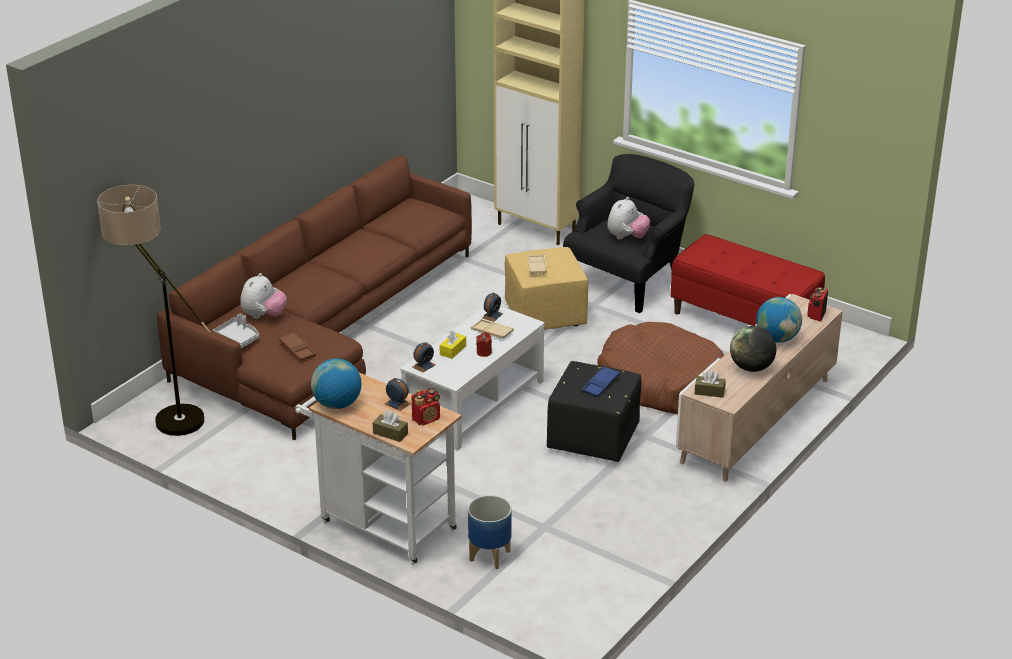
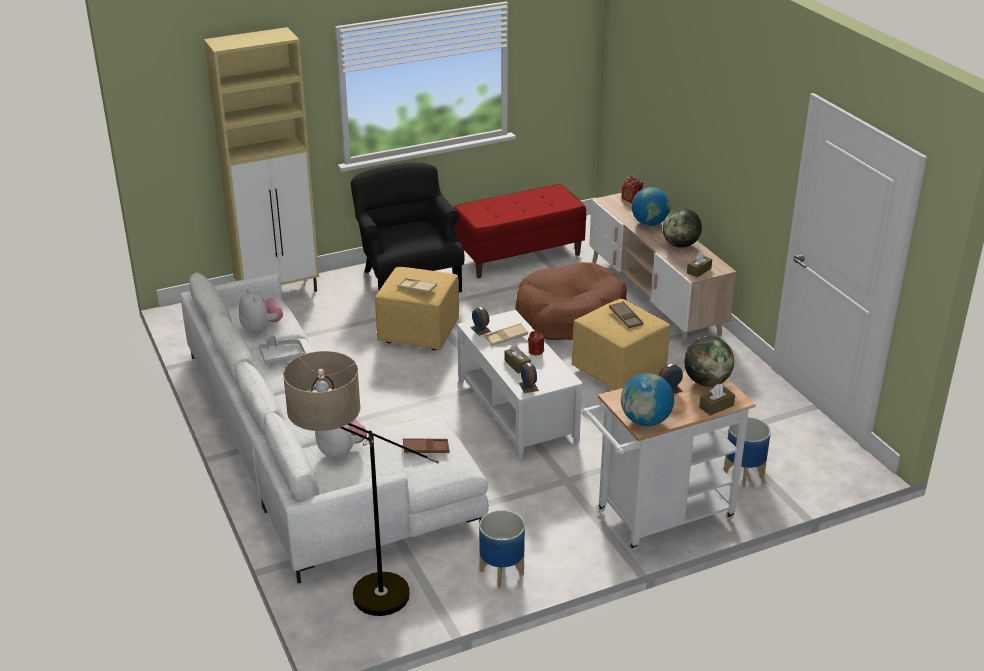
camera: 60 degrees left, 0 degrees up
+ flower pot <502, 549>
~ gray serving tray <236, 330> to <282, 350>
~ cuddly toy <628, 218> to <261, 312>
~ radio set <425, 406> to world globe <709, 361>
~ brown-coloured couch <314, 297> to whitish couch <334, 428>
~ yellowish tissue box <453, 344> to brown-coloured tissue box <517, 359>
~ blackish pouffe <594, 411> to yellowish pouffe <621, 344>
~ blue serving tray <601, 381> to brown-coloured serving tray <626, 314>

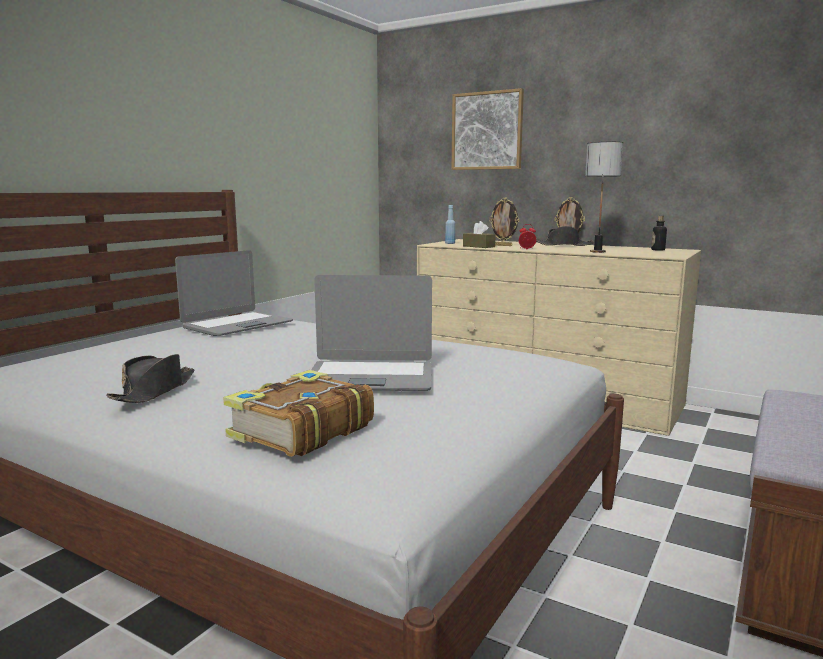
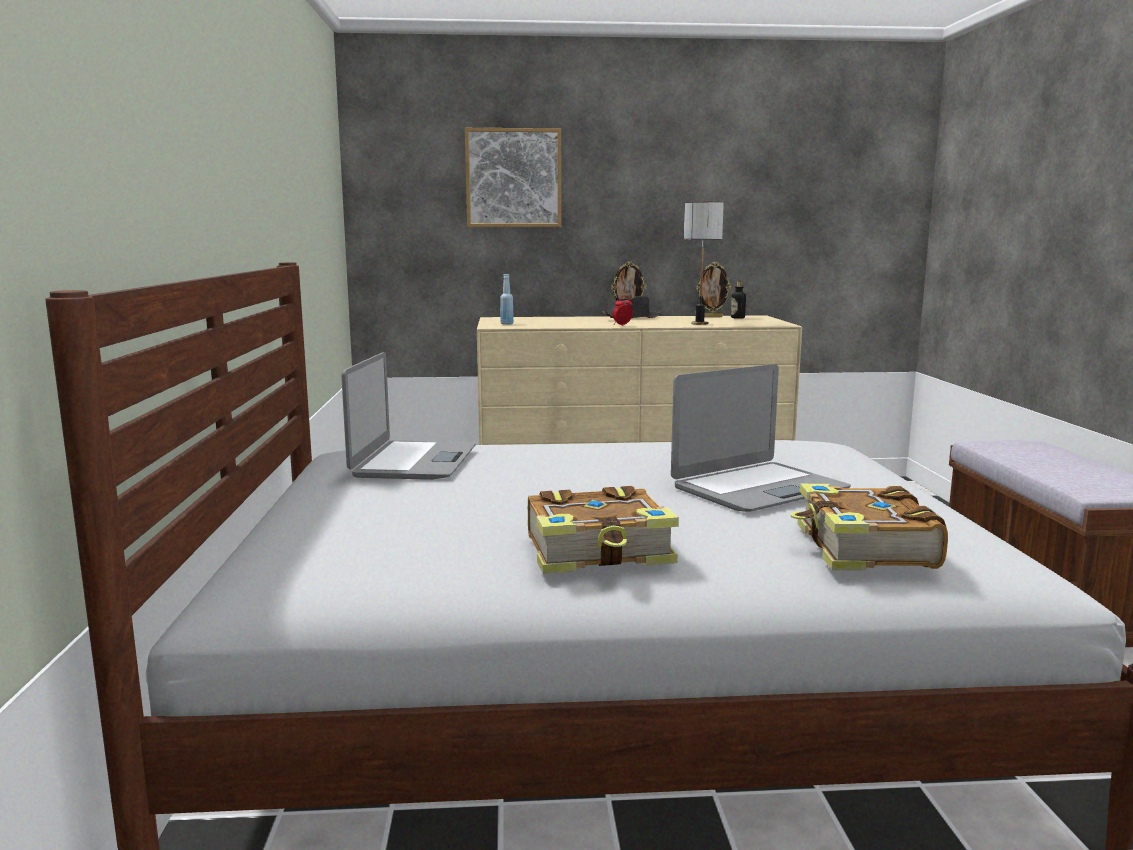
camera: 35 degrees left, 0 degrees up
- brown-coloured tissue box <479, 234>
~ picture frame <504, 222> to <713, 289>
~ blackish clothing hat <150, 378> to bound book <603, 530>

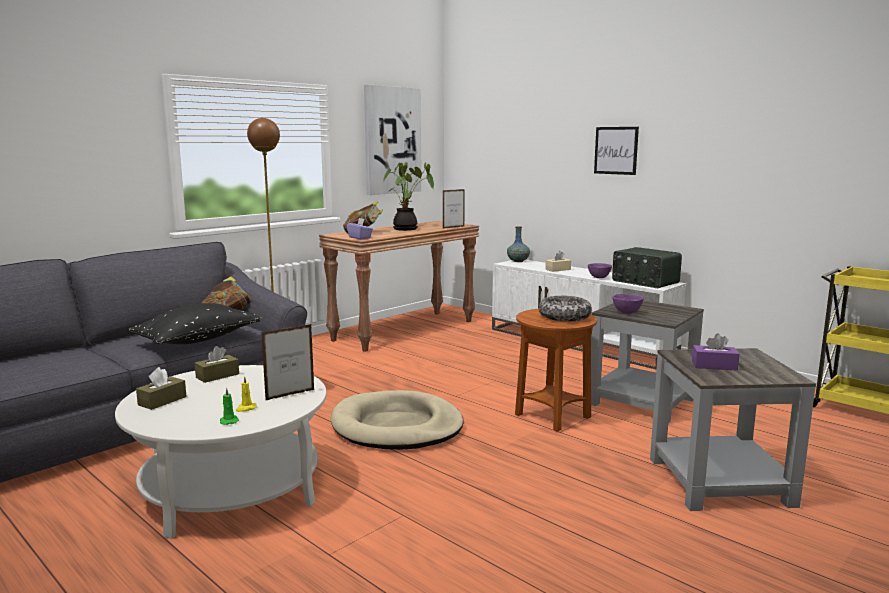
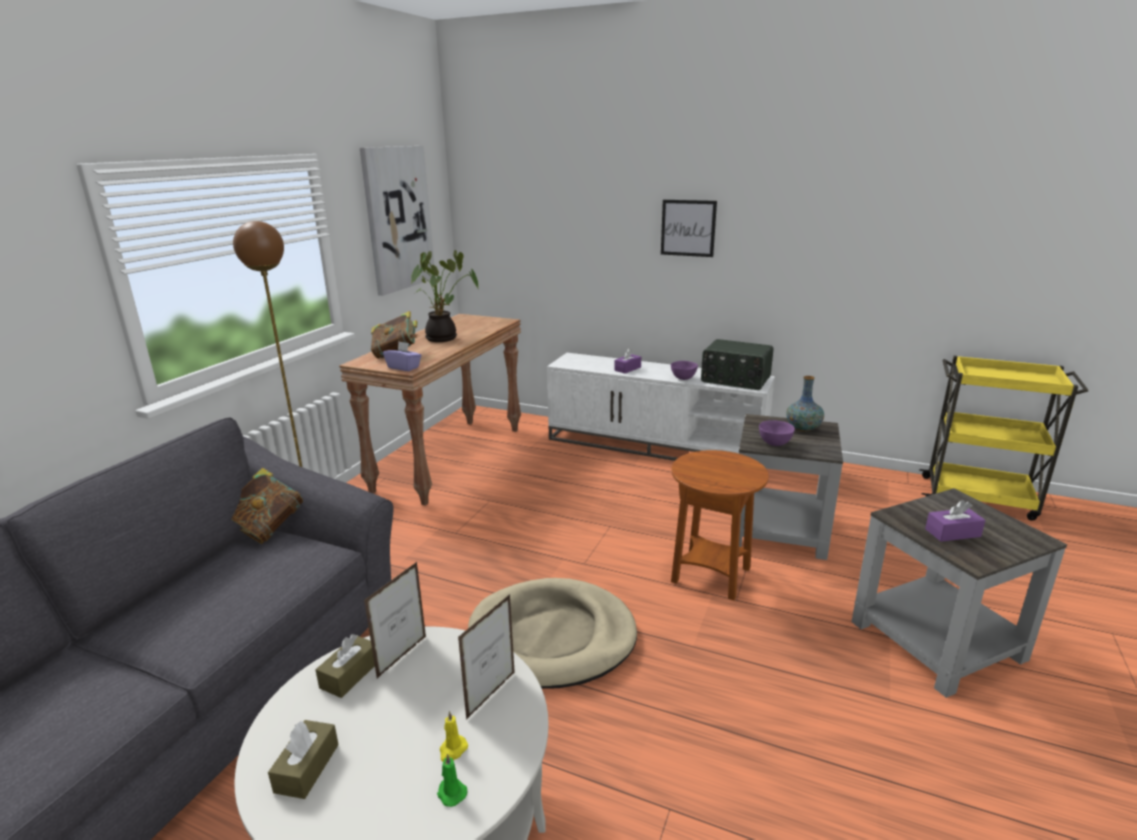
camera: 20 degrees left, 10 degrees up
- blackish pillow <195, 323>
- deep dish <565, 309>
~ picture frame <454, 209> to <395, 620>
~ vase <518, 244> to <805, 403>
~ beige tissue box <558, 261> to purplish tissue box <627, 361>

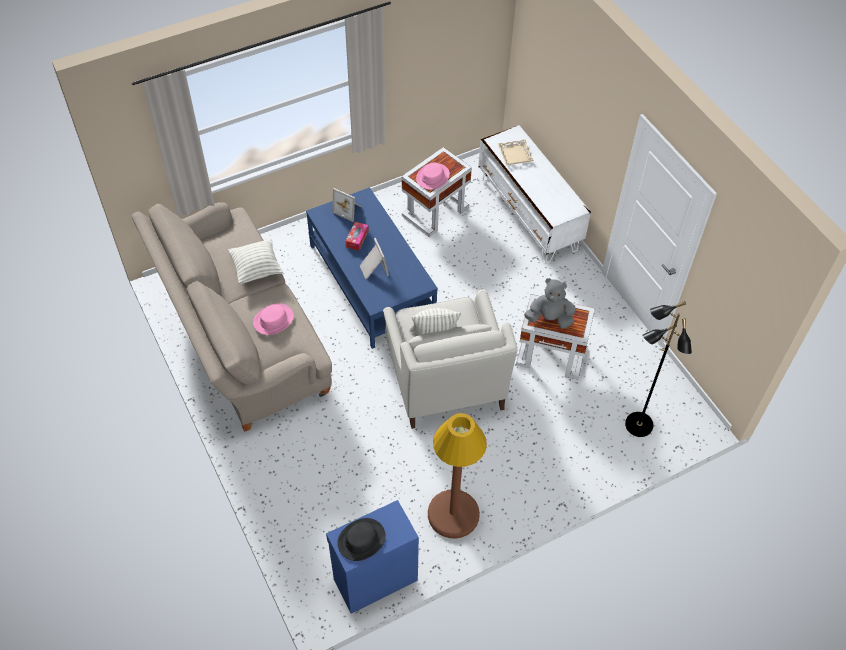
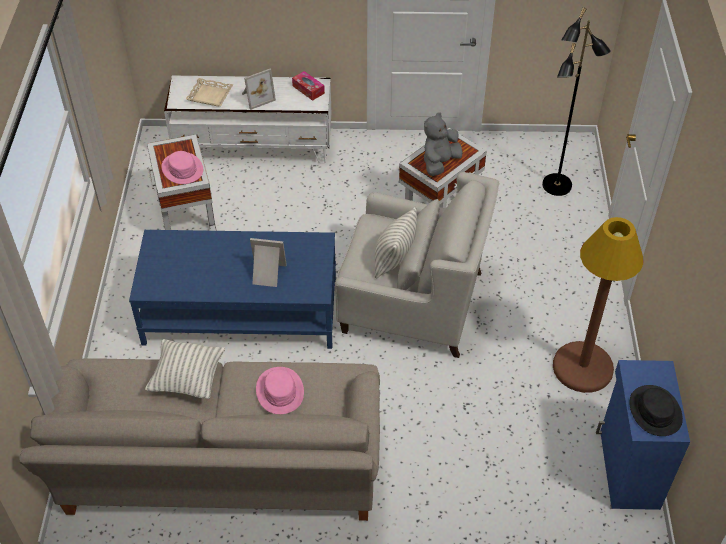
camera: 60 degrees left, 5 degrees down
~ picture frame <347, 205> to <259, 89>
~ tissue box <357, 236> to <308, 86>

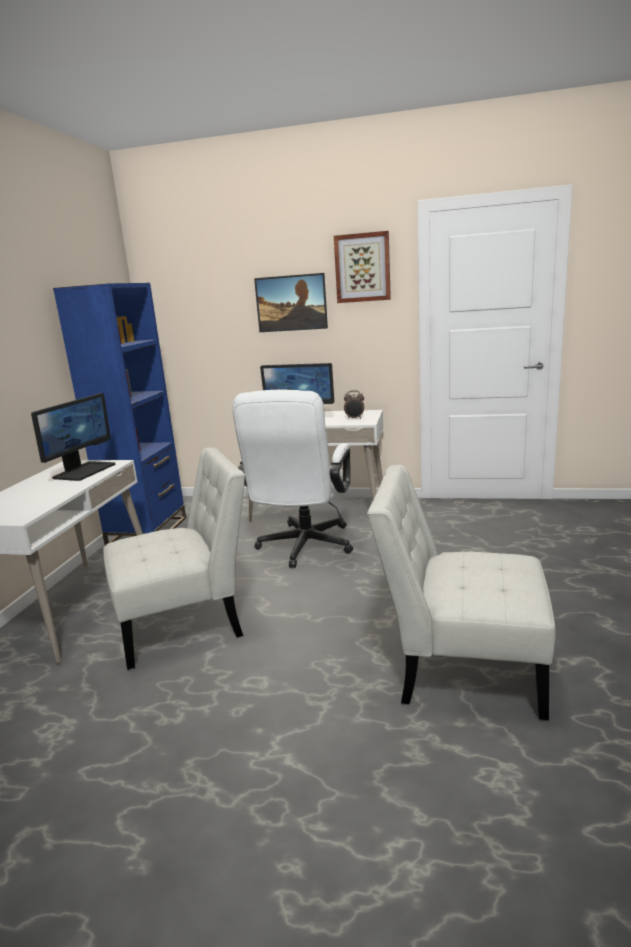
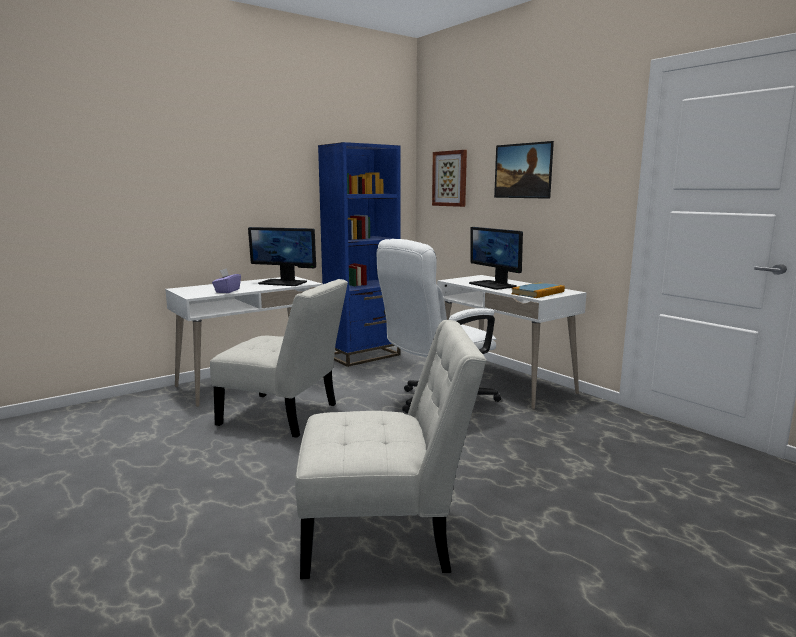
camera: 40 degrees right, 5 degrees down
+ purplish tissue box <226, 280>
~ wall picture <362, 267> to <449, 178>
~ alarm clock <354, 404> to bound book <538, 290>
~ computer screen <73, 437> = <282, 256> 45 degrees clockwise
~ whitish chair <461, 592> = <390, 449> 120 degrees clockwise

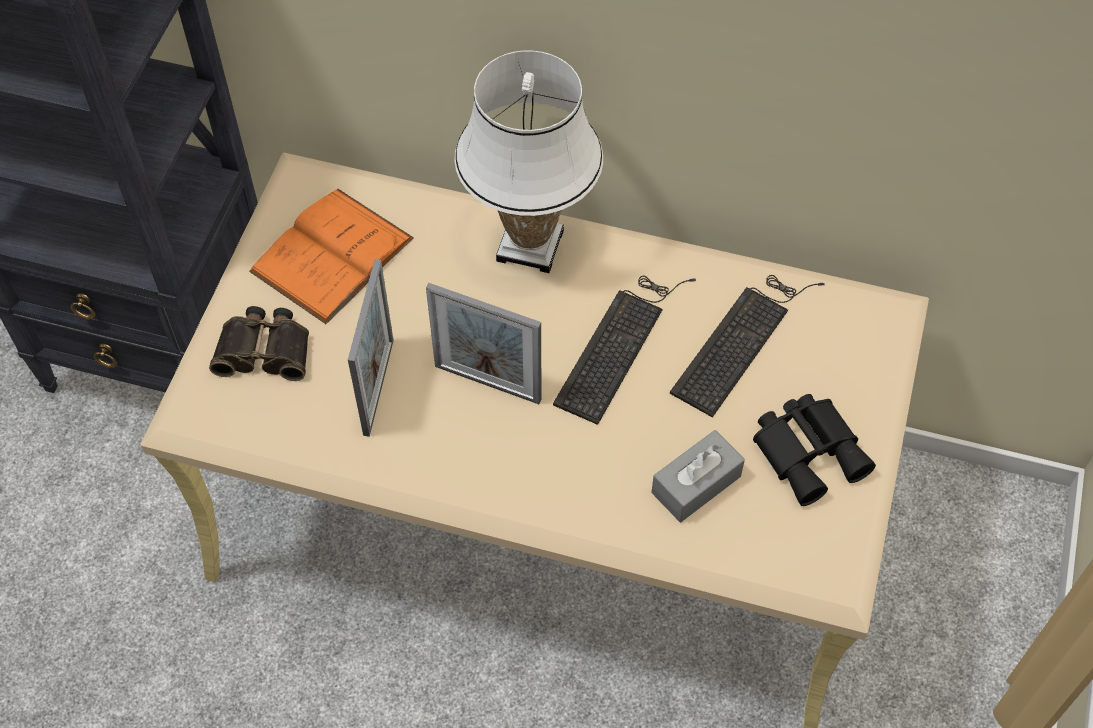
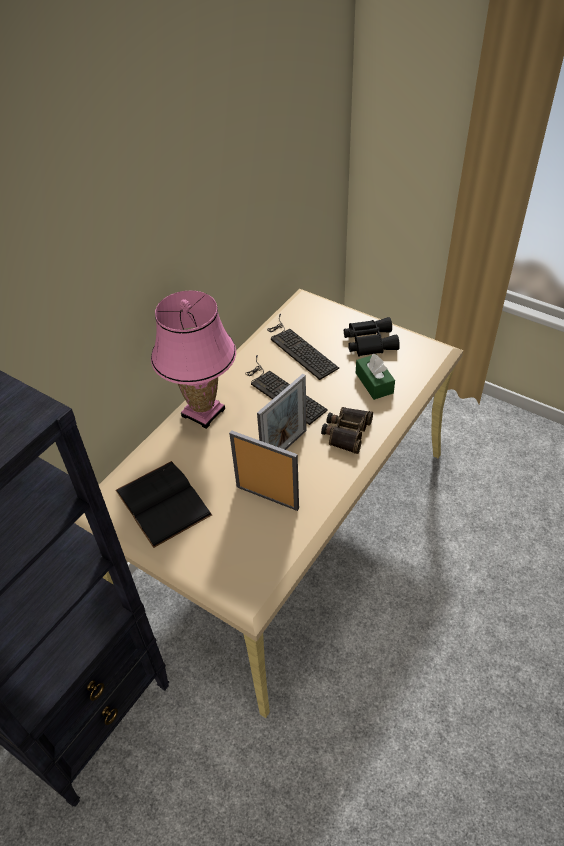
camera: 70 degrees left, 10 degrees down
~ pair of binoculars <259, 343> to <347, 430>
~ orangey bound book <331, 256> to blackish bound book <163, 504>
~ whitish tabletop lamp <528, 161> to pink tabletop lamp <193, 360>
~ gray tissue box <698, 476> to green tissue box <375, 376>

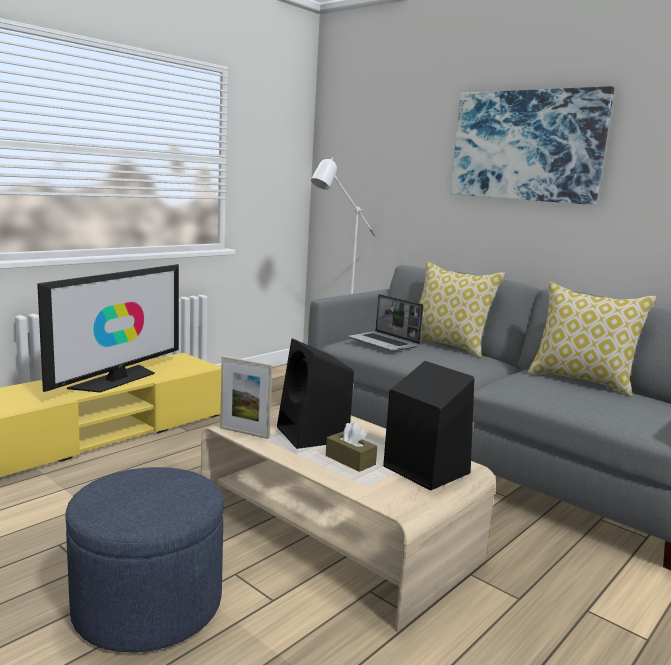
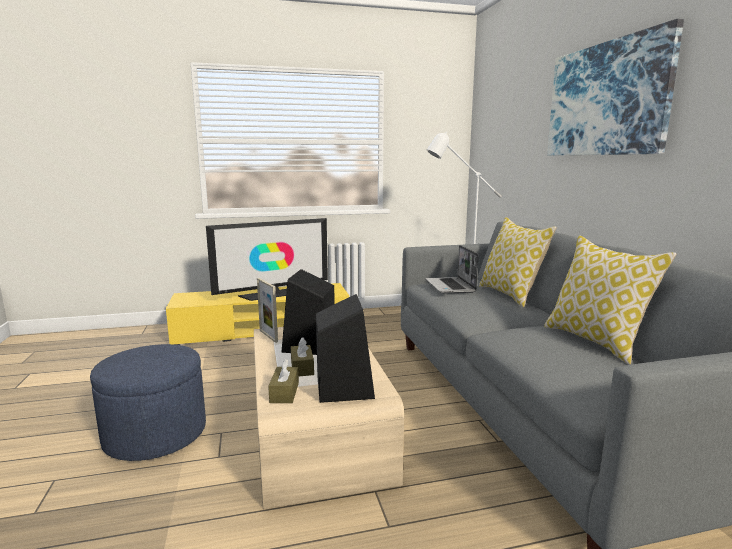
camera: 35 degrees right, 0 degrees up
+ brown-coloured tissue box <283, 381>

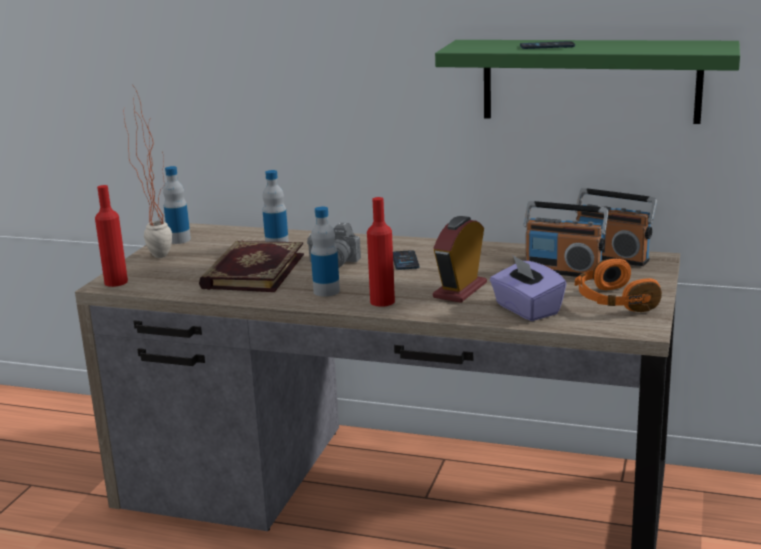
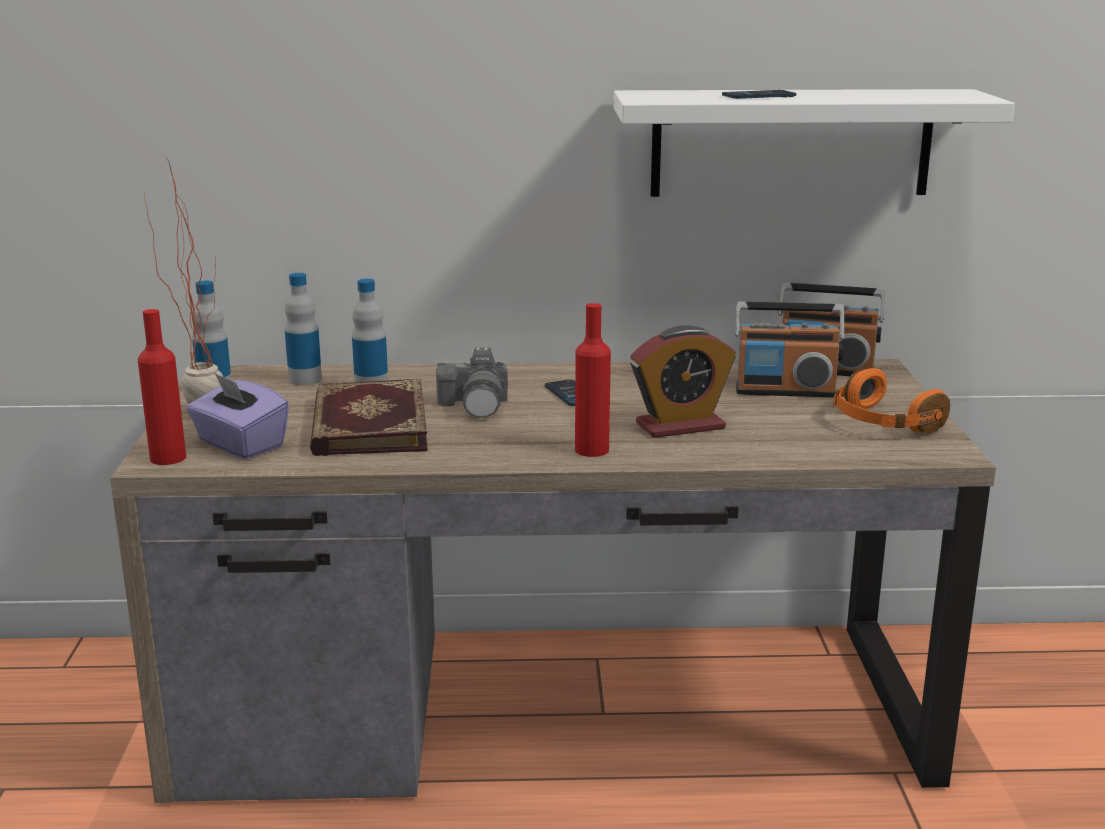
camera: 20 degrees left, 0 degrees up
~ drink bottle <325, 252> to <303, 329>
~ purplish tissue box <528, 288> to <238, 416>
~ green bracket shelf <587, 82> to whitish bracket shelf <814, 143>
~ alarm clock <460, 259> = <683, 381> 120 degrees counterclockwise

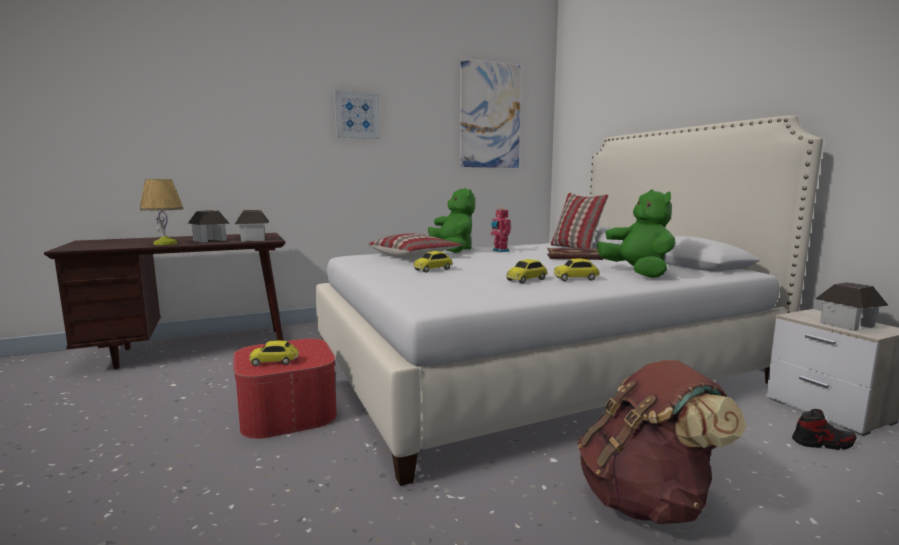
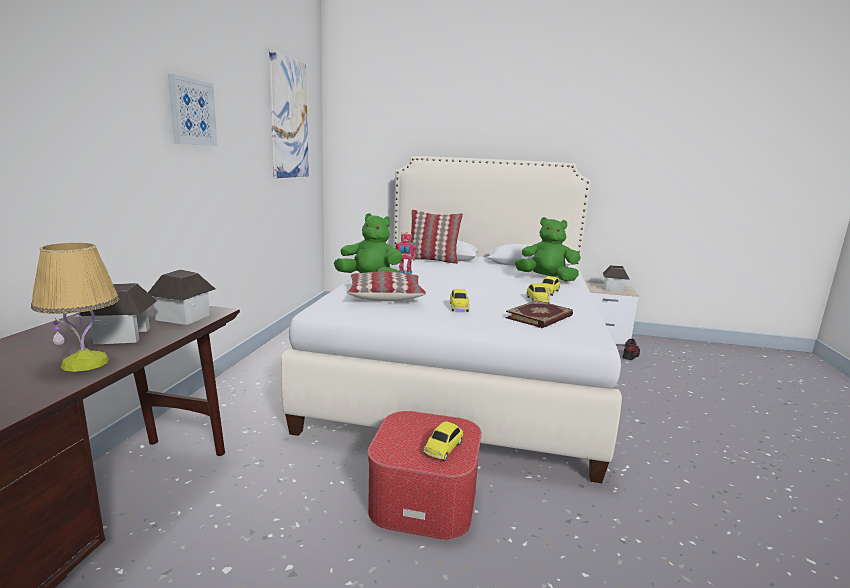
camera: 55 degrees left, 5 degrees up
- brown-coloured backpack <662, 442>
~ bound book <575, 254> to <539, 314>

